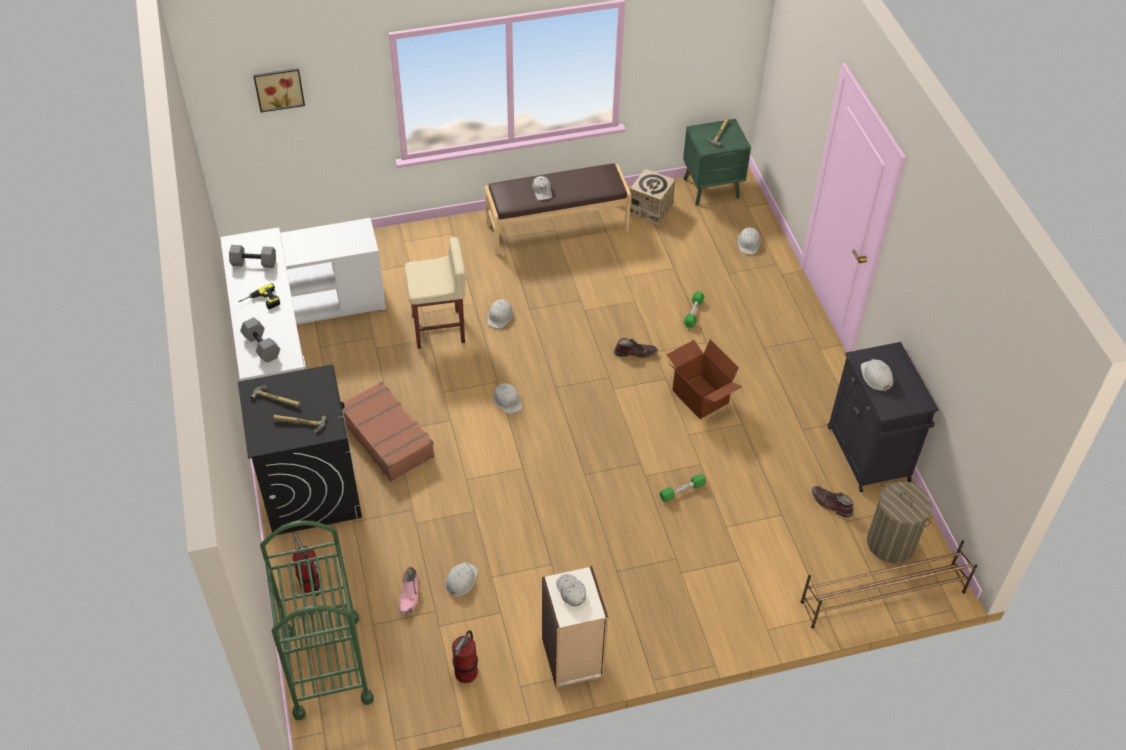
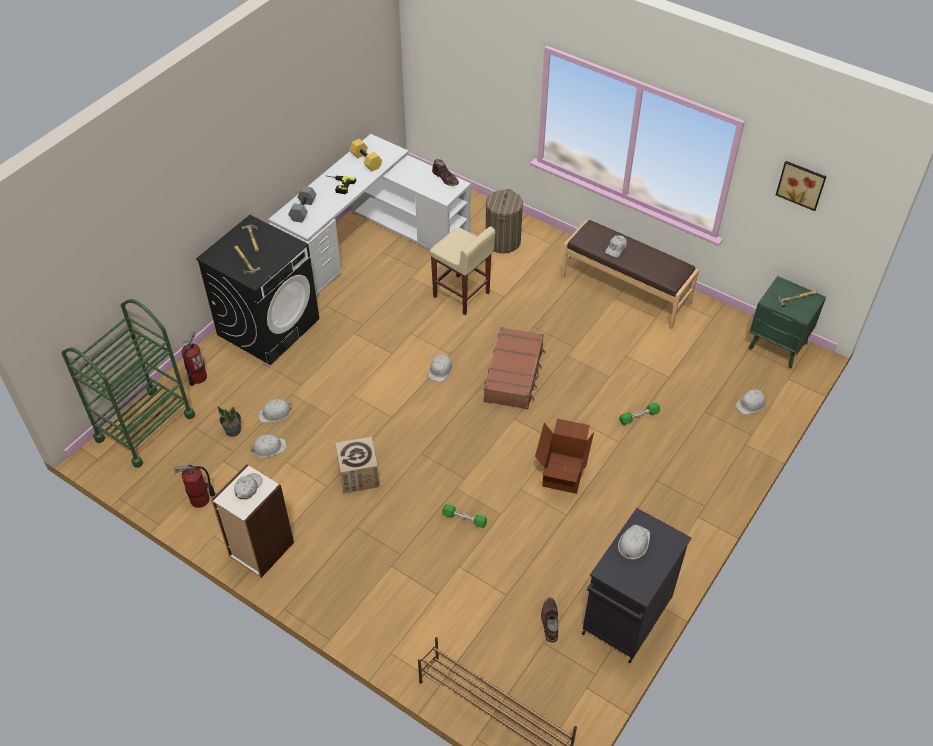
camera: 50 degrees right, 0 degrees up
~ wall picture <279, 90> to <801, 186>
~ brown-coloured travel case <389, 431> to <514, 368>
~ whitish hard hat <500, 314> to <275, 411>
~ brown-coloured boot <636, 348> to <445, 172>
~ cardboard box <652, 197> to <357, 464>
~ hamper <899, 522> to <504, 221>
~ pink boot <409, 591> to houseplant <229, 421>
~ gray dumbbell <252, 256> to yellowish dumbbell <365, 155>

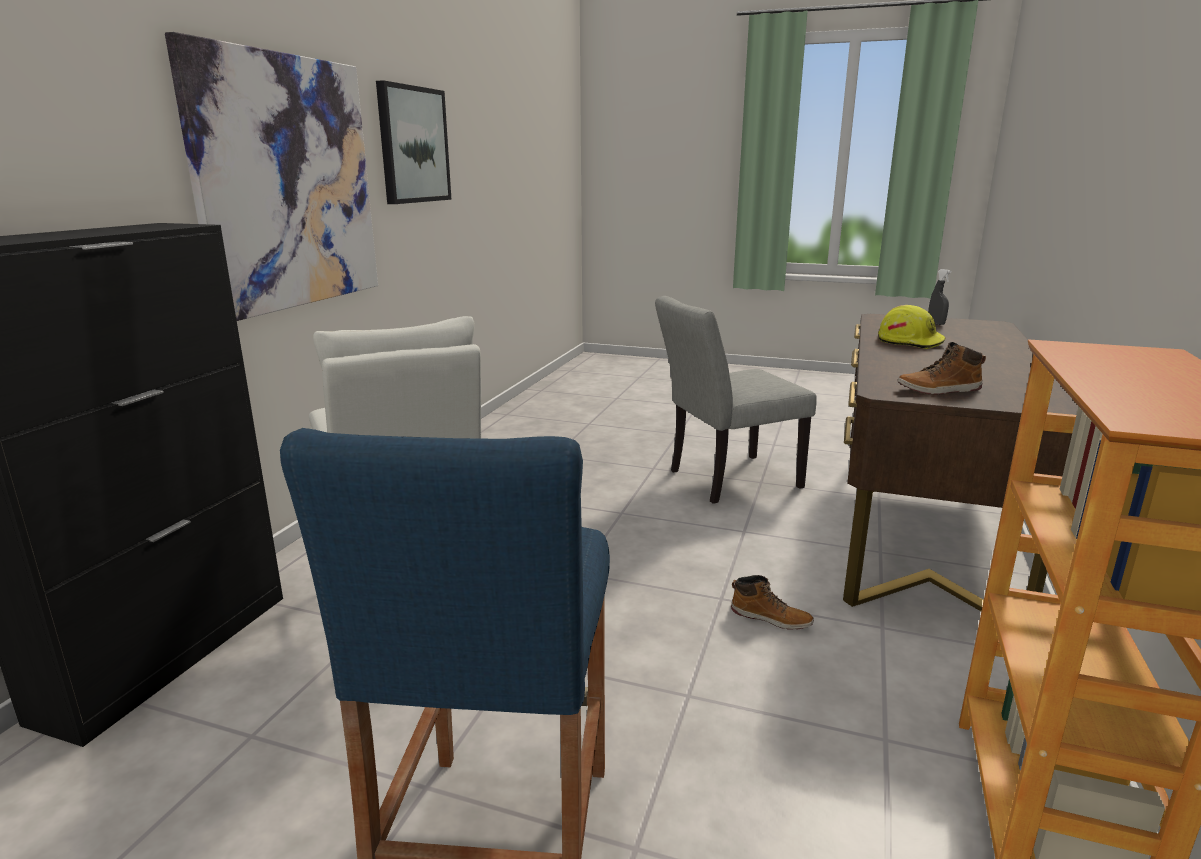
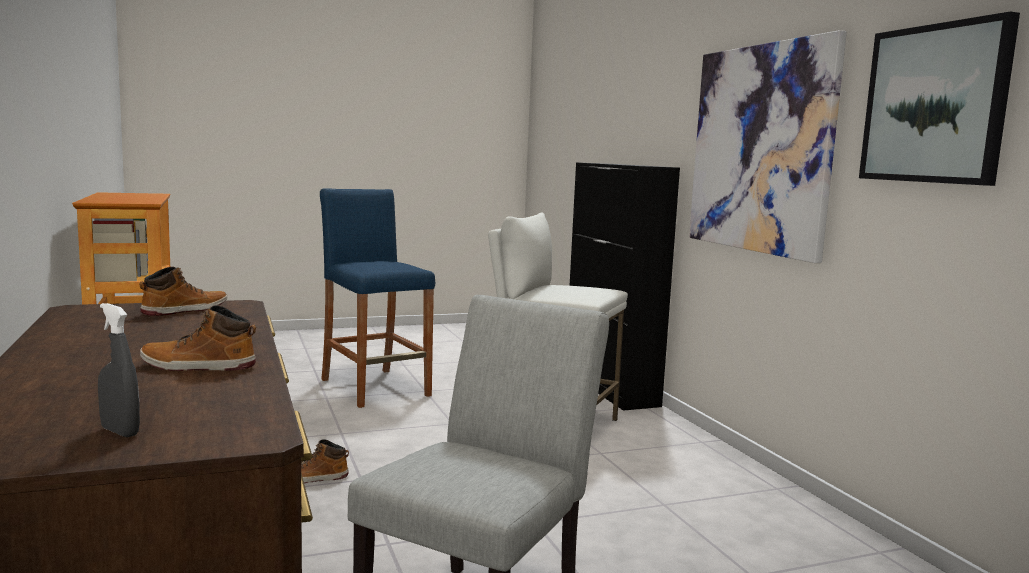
camera: 140 degrees right, 10 degrees down
~ yellowish hard hat <911, 327> to boot <198, 338>

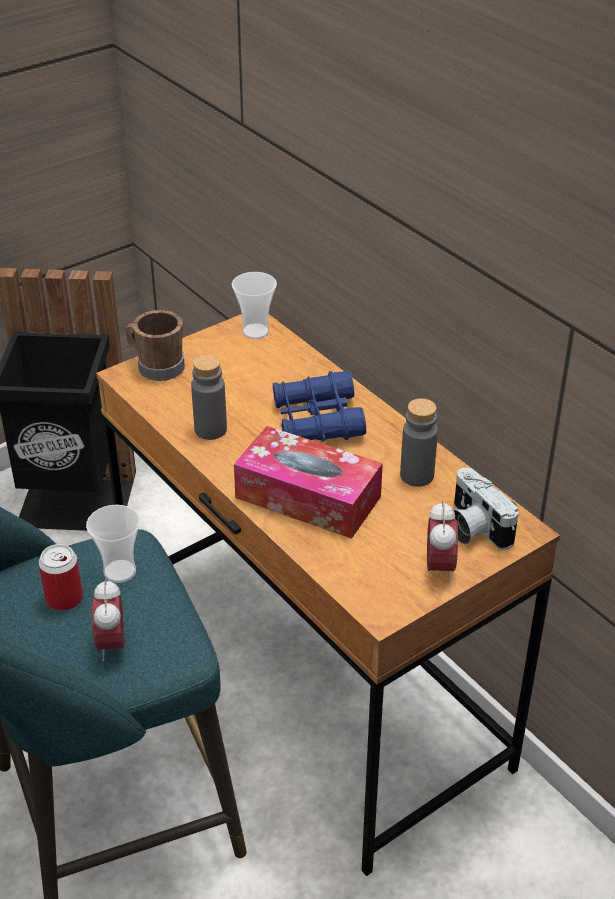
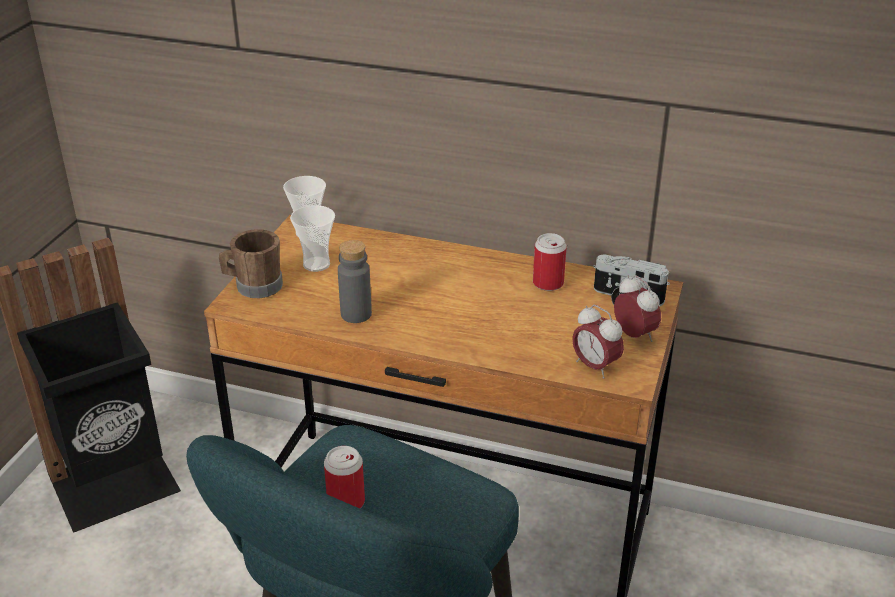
camera: 35 degrees left, 5 degrees down
- tissue box <308, 482>
- blue pair of binoculars <319, 406>
~ drinking cup <113, 544> to <312, 238>
~ alarm clock <108, 620> to <598, 341>
~ gray drink bottle <419, 442> to can <550, 262>

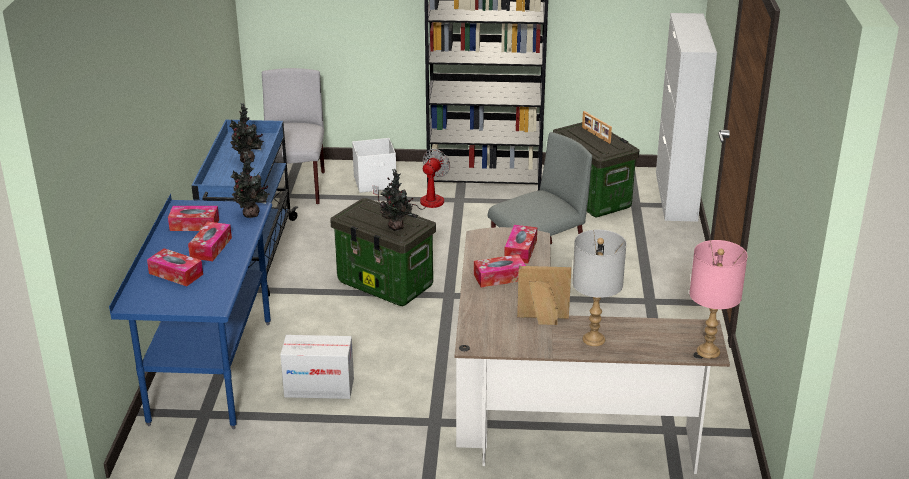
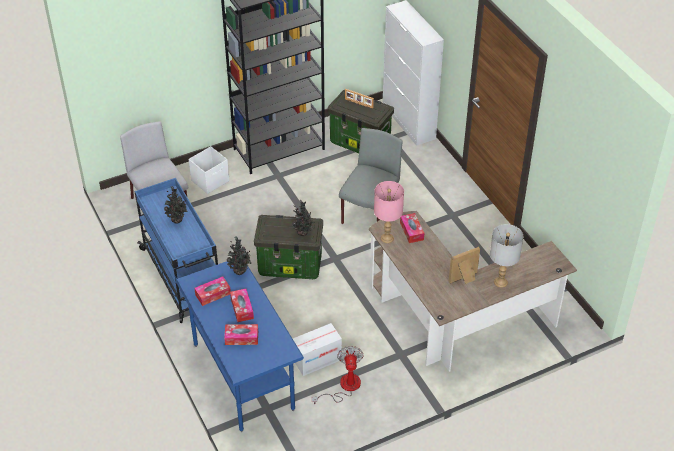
camera: 30 degrees left, 15 degrees up
- tissue box <500, 271>
~ cooling fan <411, 179> to <338, 375>
~ pink tabletop lamp <718, 299> to <389, 212>

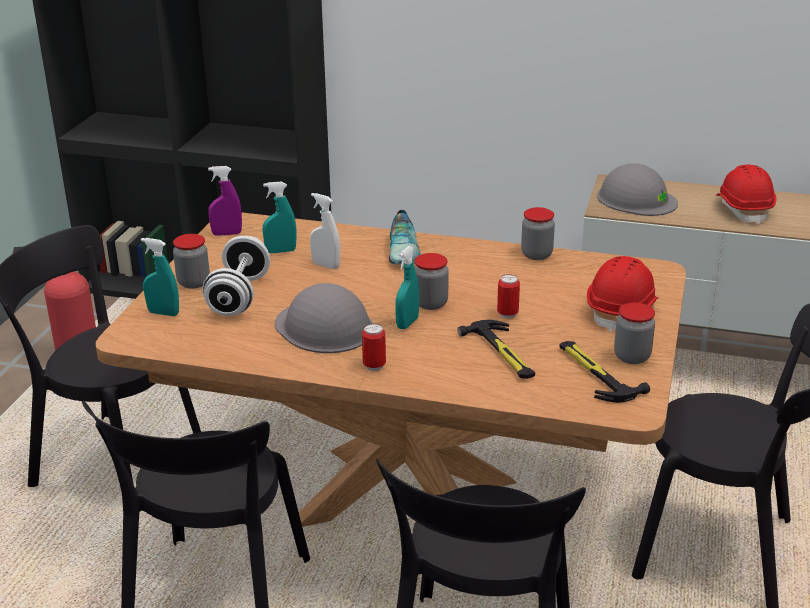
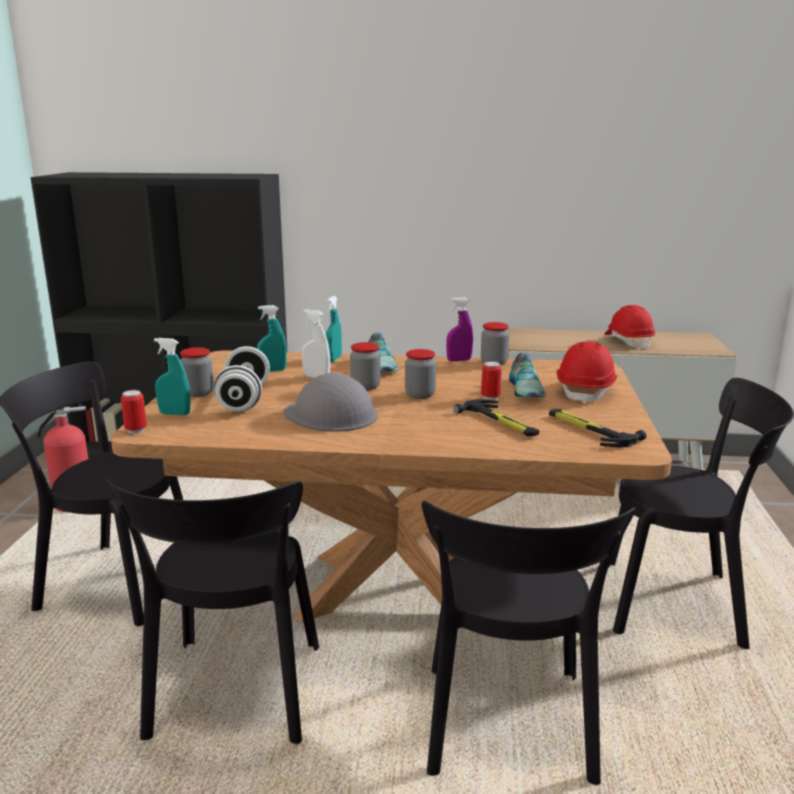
camera: 10 degrees left, 10 degrees down
- gray hard hat <637, 189>
+ shoe <527, 375>
~ purplish hand sprayer <225, 201> to <459, 329>
~ can <374, 347> to <134, 412>
~ turquoise-coloured hand sprayer <407, 287> to <334, 329>
~ preserve jar <634, 333> to <365, 366>

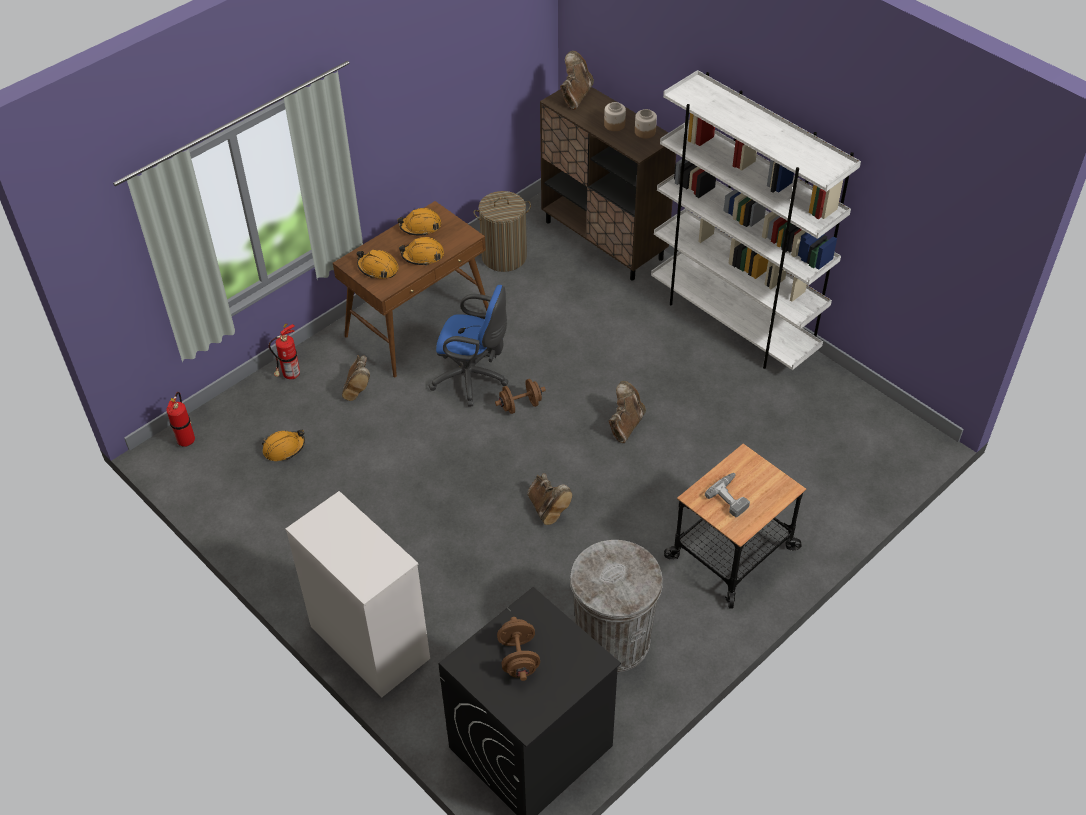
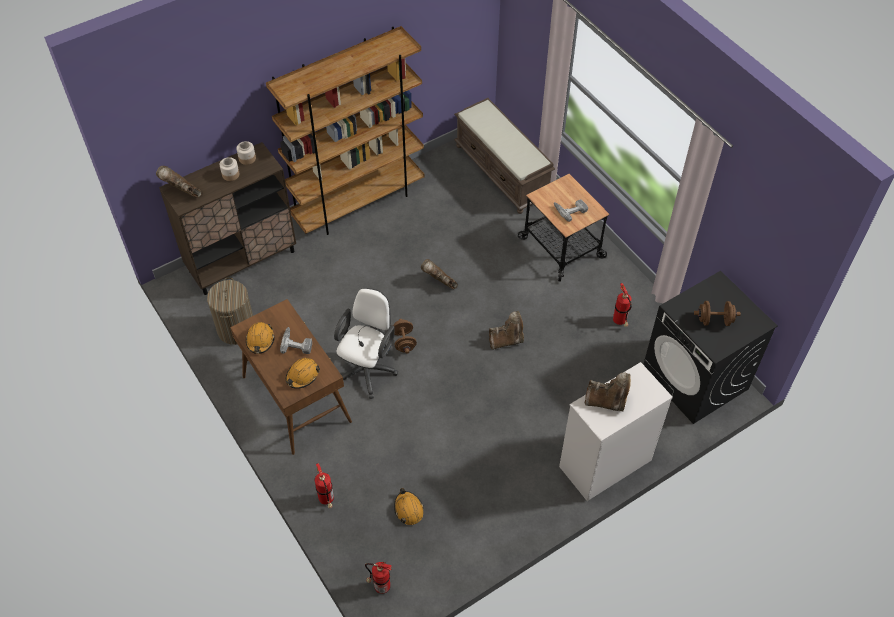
camera: 80 degrees left, 5 degrees up
+ brown-coloured indoor bench <504, 156>
~ brown-coloured boot <356, 378> to <607, 392>
~ orangey hard hat <421, 251> to drill <296, 340>
~ gray waste bin <616, 606> to fire-fighting cylinder <622, 305>
~ blue computer chair <468, 345> to whitish computer chair <366, 343>
~ whitish bookshelf <756, 220> to brown-coloured bookshelf <345, 130>

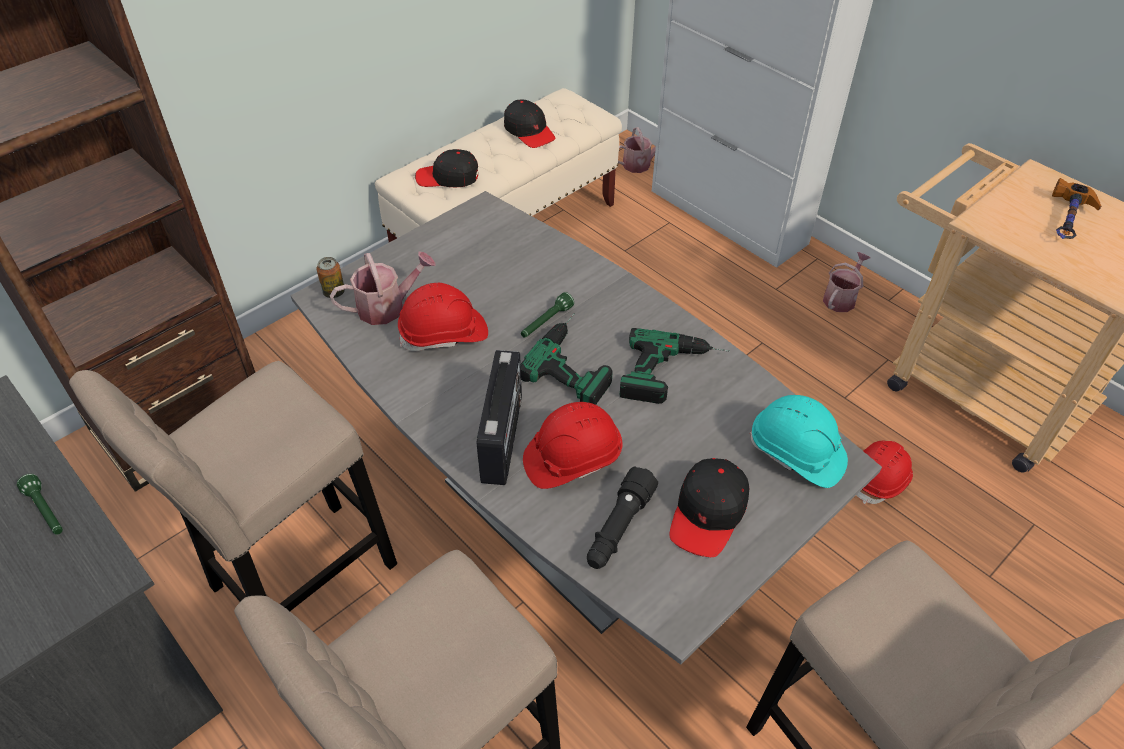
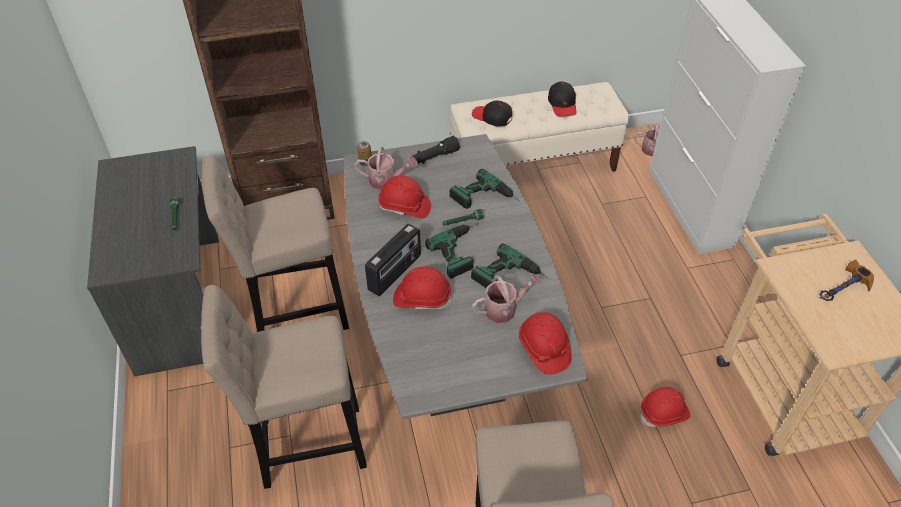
camera: 30 degrees right, 0 degrees up
- blackish baseball cap <709, 507>
+ drill <485, 189>
~ blackish flashlight <622, 517> to <436, 150>
~ watering pot <847, 282> to <506, 298>
~ turquoise-coloured hard hat <799, 441> to red hard hat <545, 343>

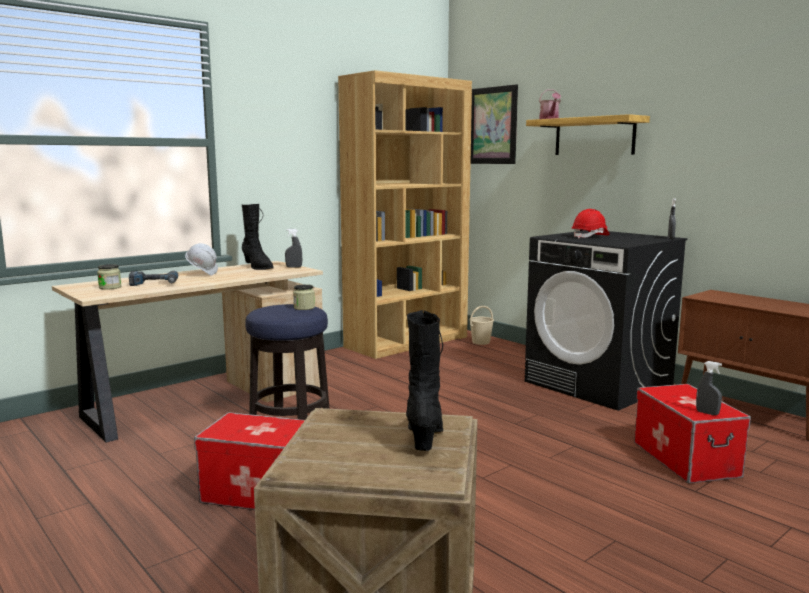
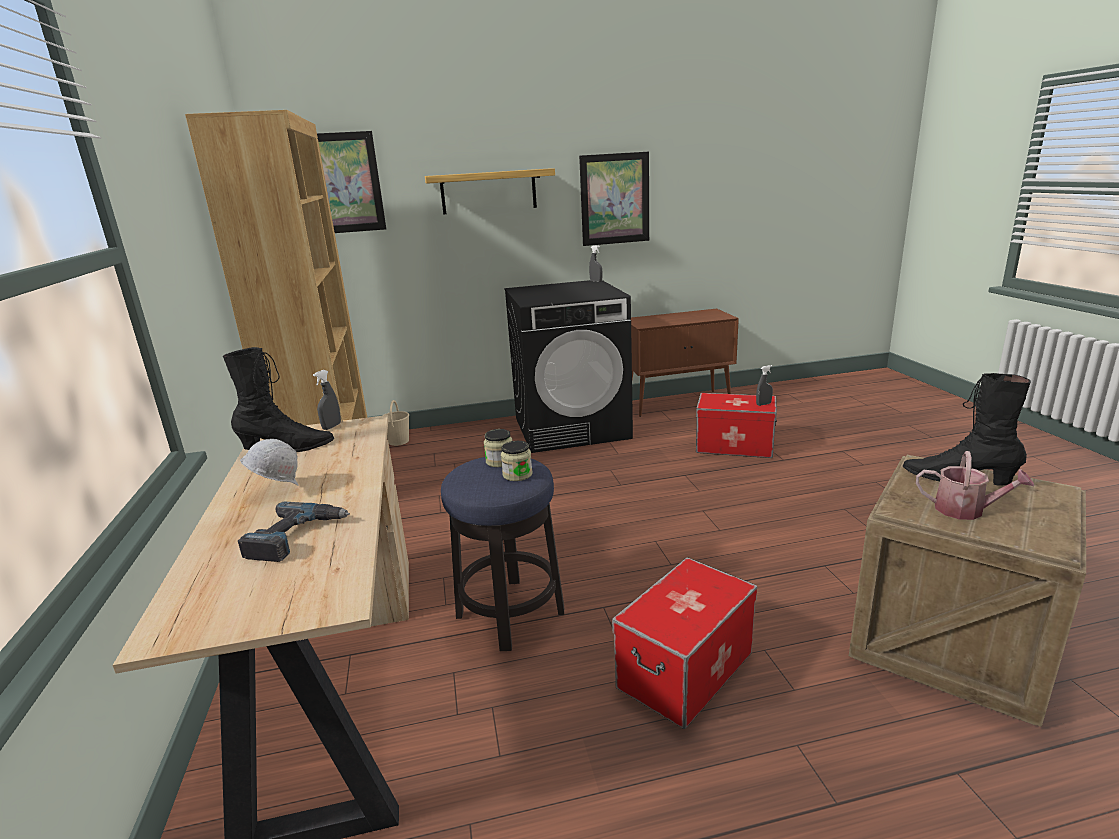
camera: 60 degrees left, 10 degrees up
- red hard hat <591, 224>
+ wall picture <614, 199>
~ preserve jar <109, 277> to <516, 461>
~ watering pot <550, 104> to <975, 485>

